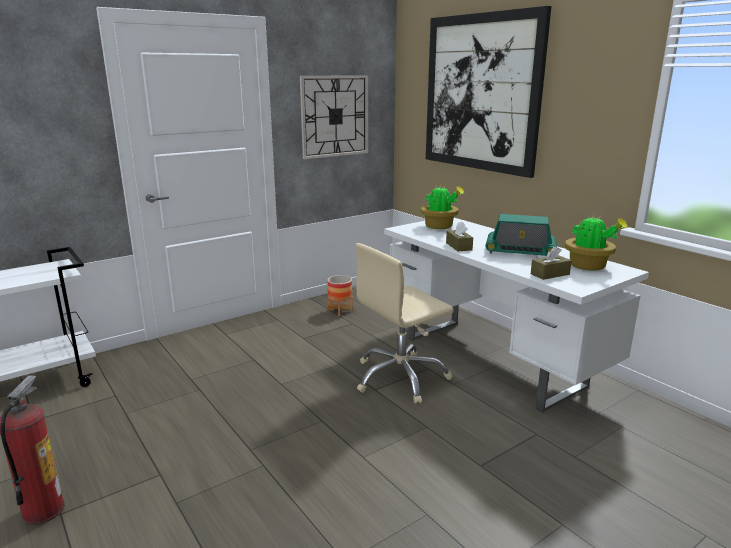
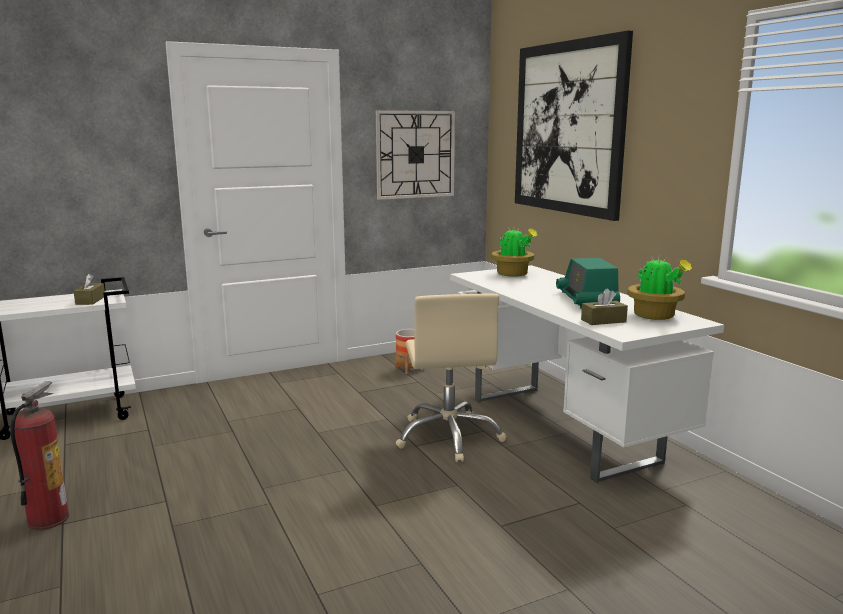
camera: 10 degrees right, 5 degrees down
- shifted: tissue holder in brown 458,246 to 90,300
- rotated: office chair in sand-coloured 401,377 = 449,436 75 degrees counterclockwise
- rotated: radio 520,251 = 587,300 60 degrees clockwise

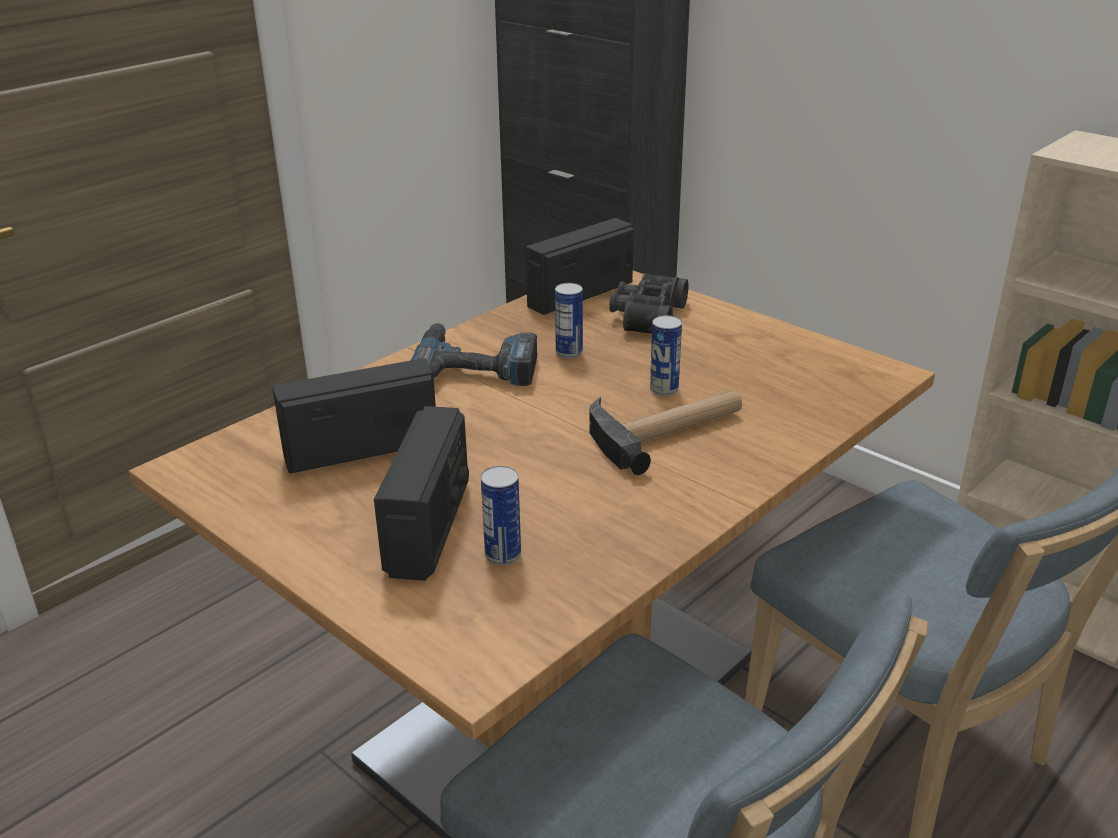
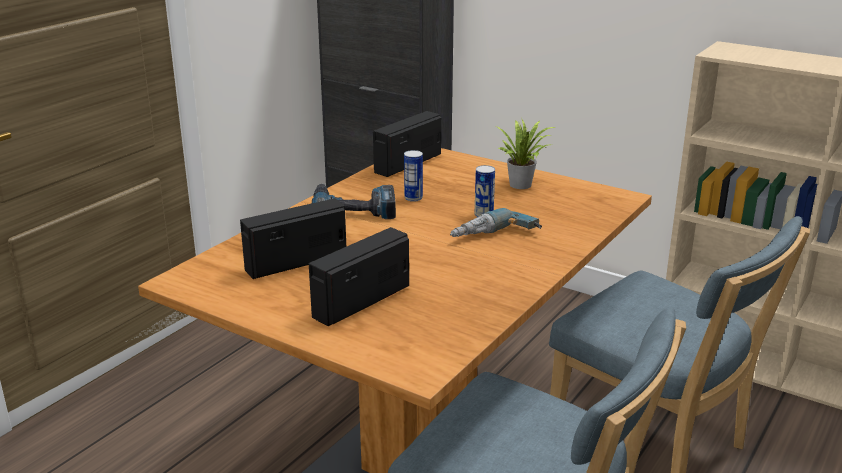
camera: 10 degrees left, 5 degrees down
- gone: can 503,554
- gone: pair of binoculars in black 645,316
- new: potted plant 522,184
- swapped: hammer 669,430 to drill 495,237
- rotated: radio 429,527 = 360,301 135 degrees counterclockwise

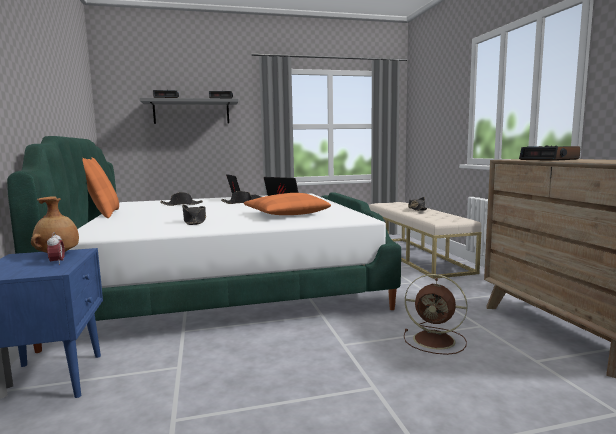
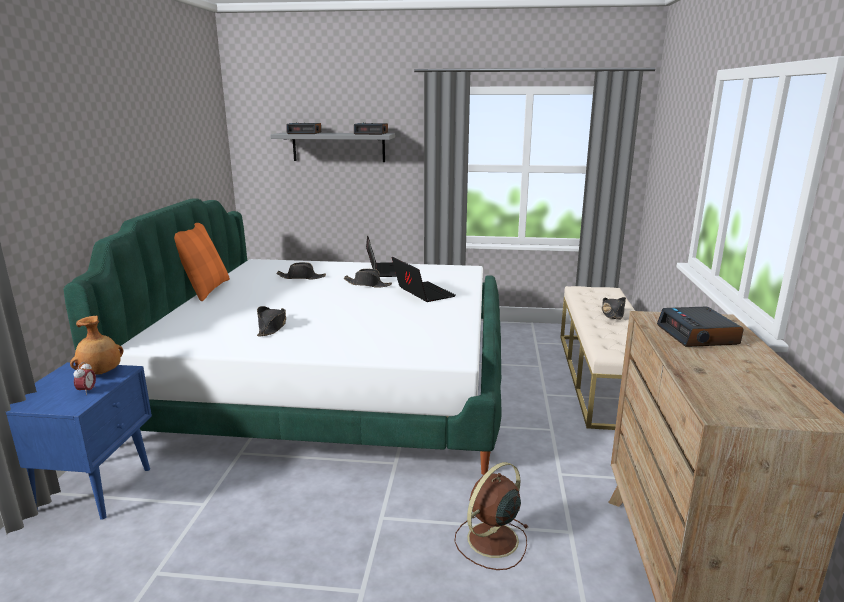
camera: 20 degrees right, 10 degrees up
- gone: cushion in orangey 286,214
- rotated: fan in brown 436,340 = 491,540 90 degrees clockwise

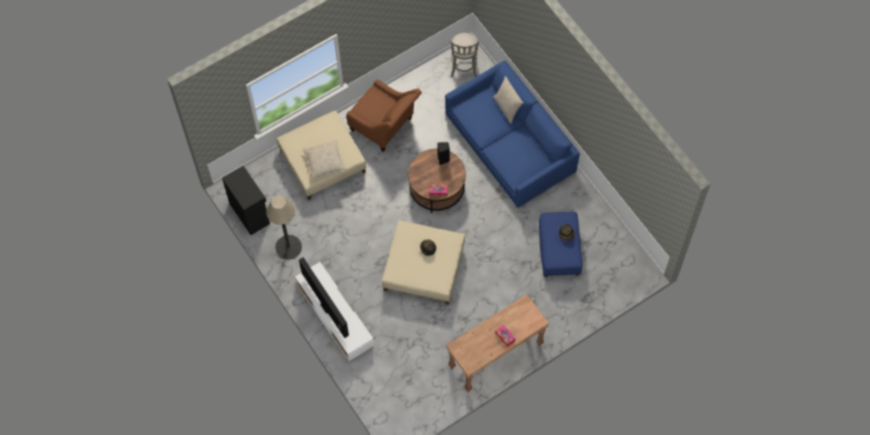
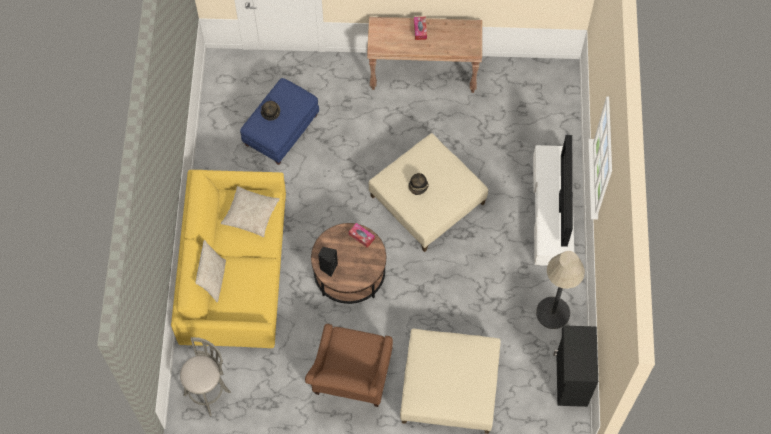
camera: 145 degrees left, 0 degrees up
- shifted: cushion in sand-coloured 324,161 to 250,214
- repainted: couch in bluish 510,144 to couch in yellow 233,269
- rotated: armchair in brown 385,127 = 351,380 150 degrees counterclockwise

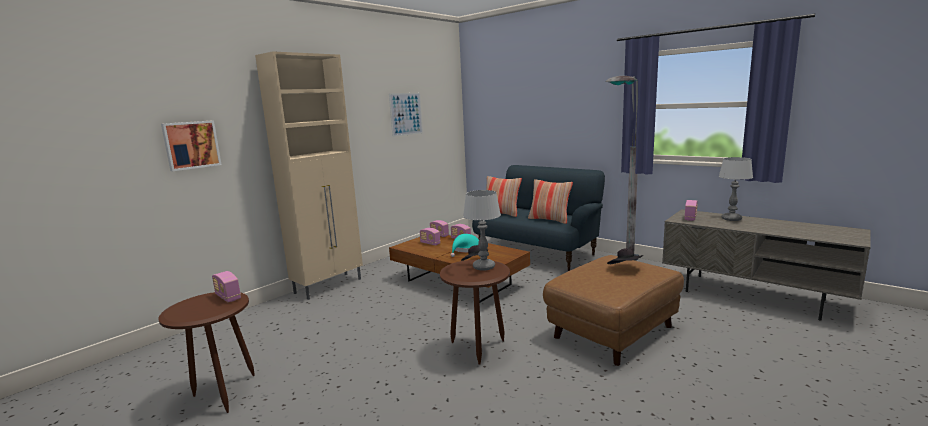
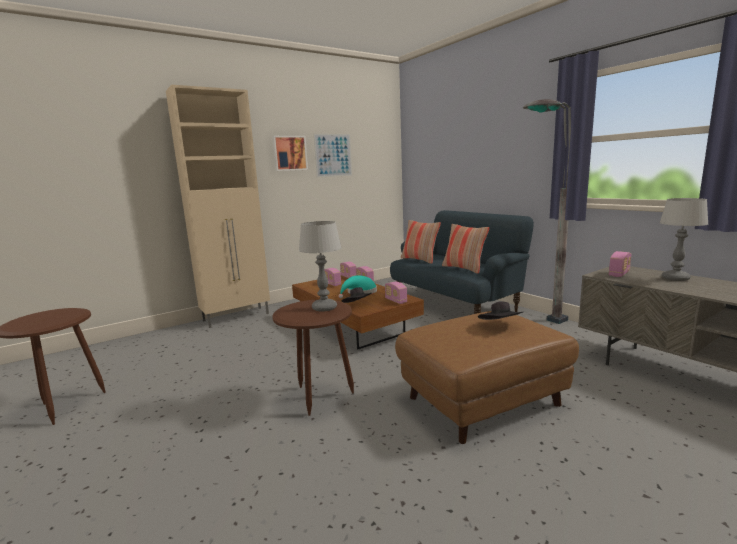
camera: 15 degrees right, 0 degrees up
- shifted: picture 191,145 to 289,153
- shifted: radio 228,297 to 396,301

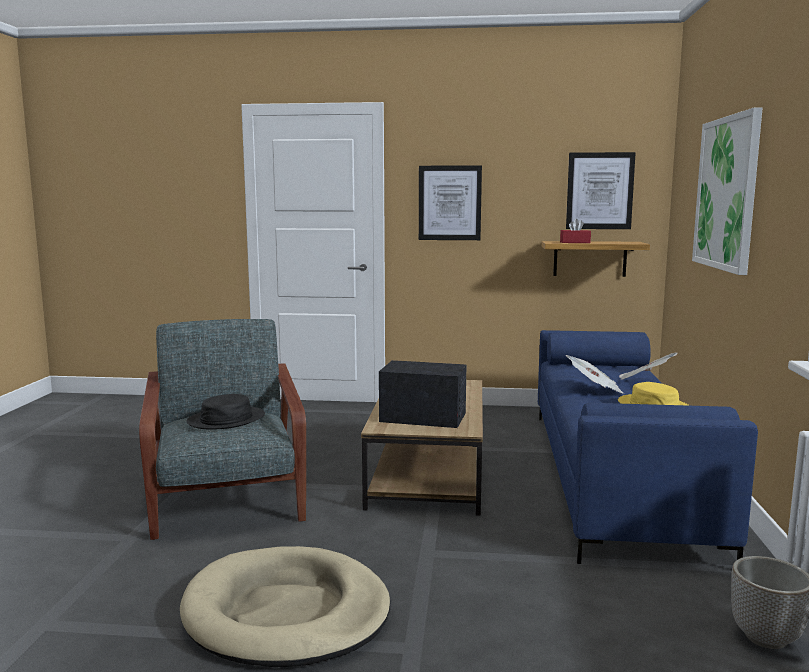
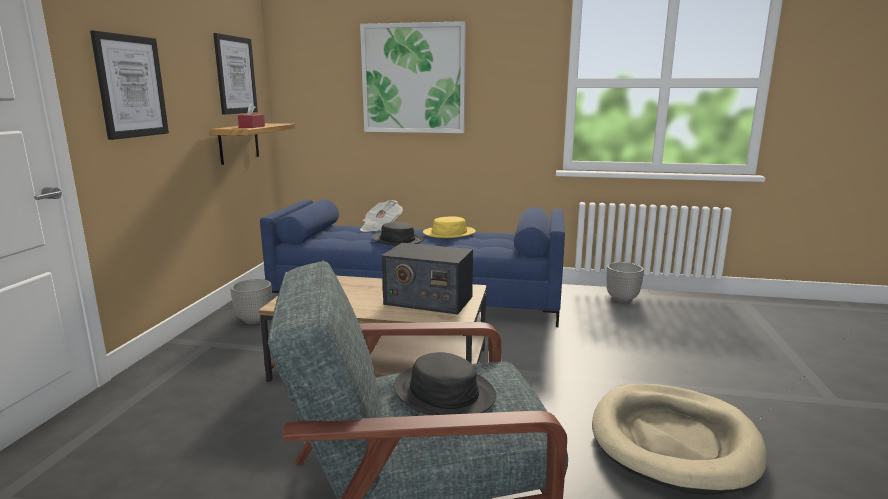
camera: 85 degrees left, 5 degrees up
- new: plant pot 254,320
- swapped: daily paper 594,389 to hat in black 398,240
- rotated: radio 423,417 = 428,300 90 degrees counterclockwise

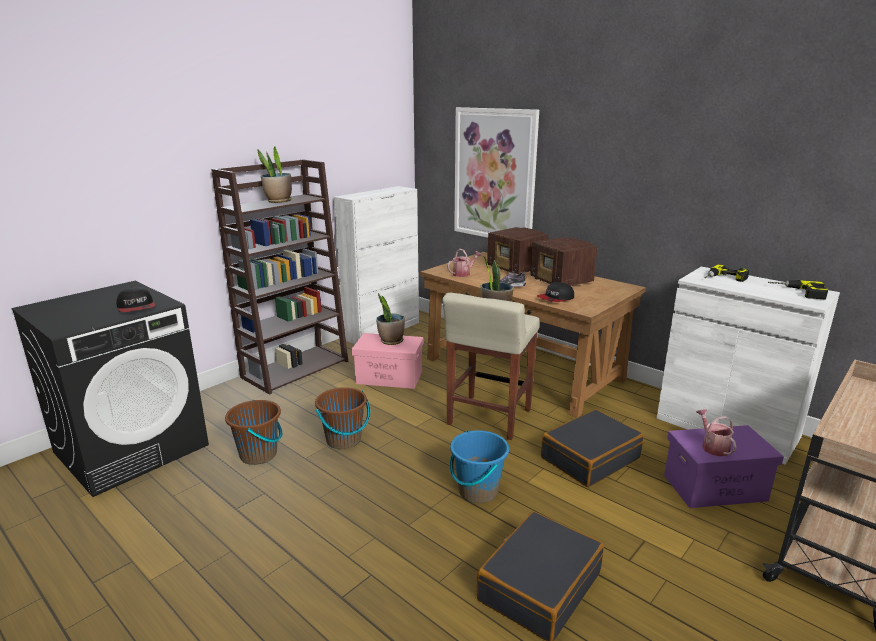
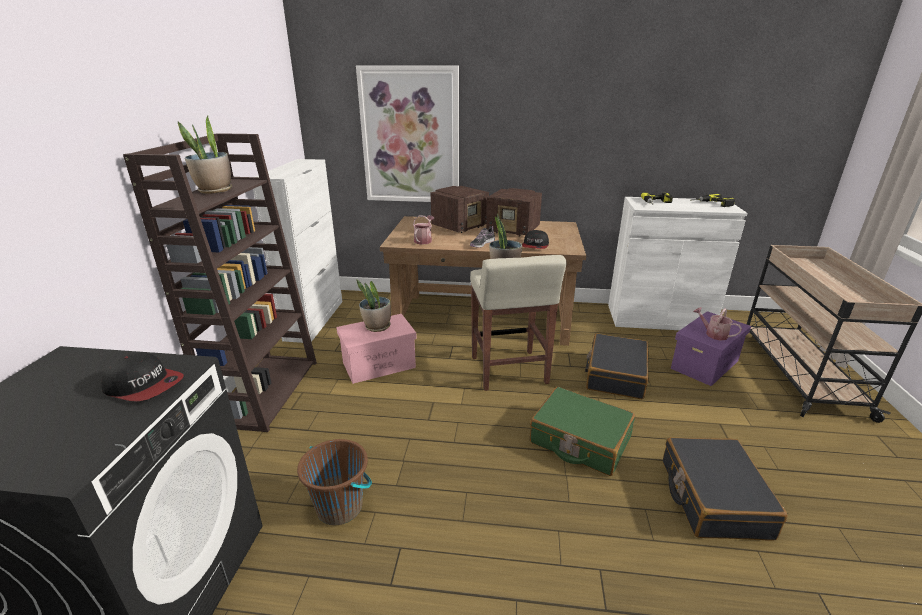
camera: 35 degrees left, 5 degrees up
- gone: water bucket in brown 344,440
- swapped: water bucket in bluish 477,491 to suitcase in green 579,440
- rotated: radio 516,269 = 460,226 60 degrees counterclockwise

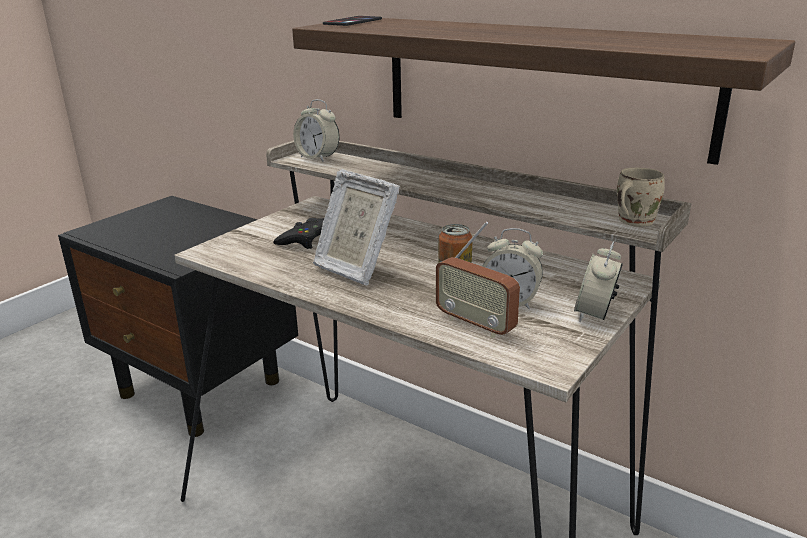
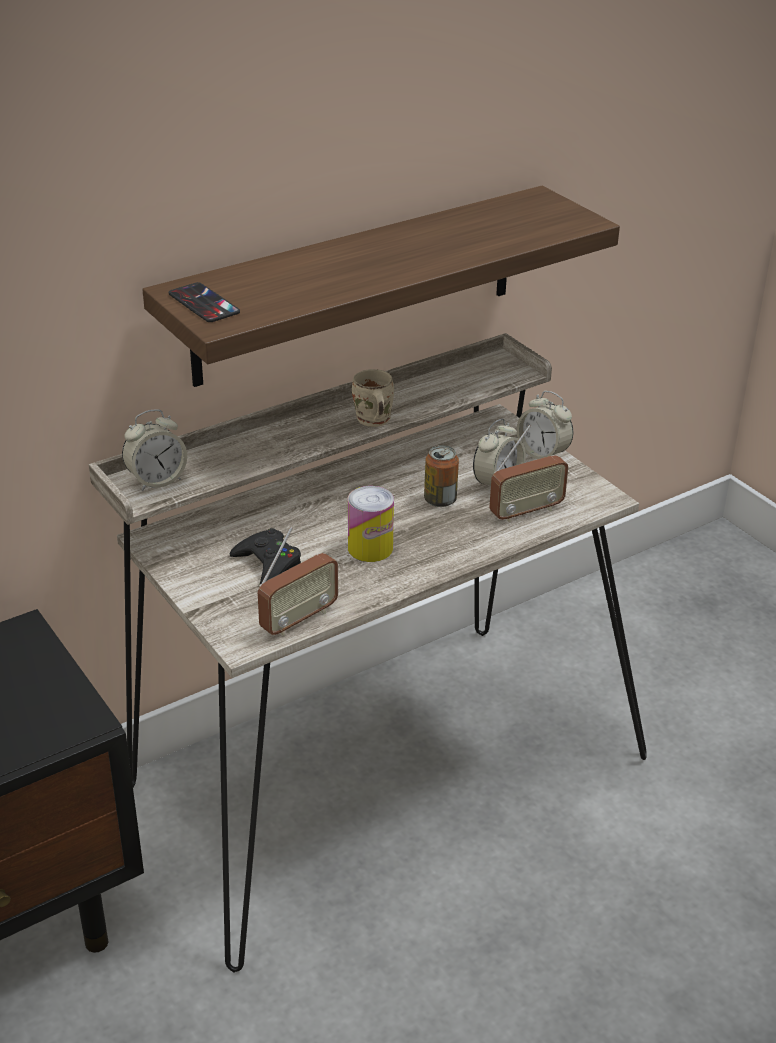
camera: 70 degrees left, 10 degrees up
- new: radio 298,619
- shifted: mug in sand-coloured 632,221 to 372,421
- swapped: picture frame 355,268 to can 370,548

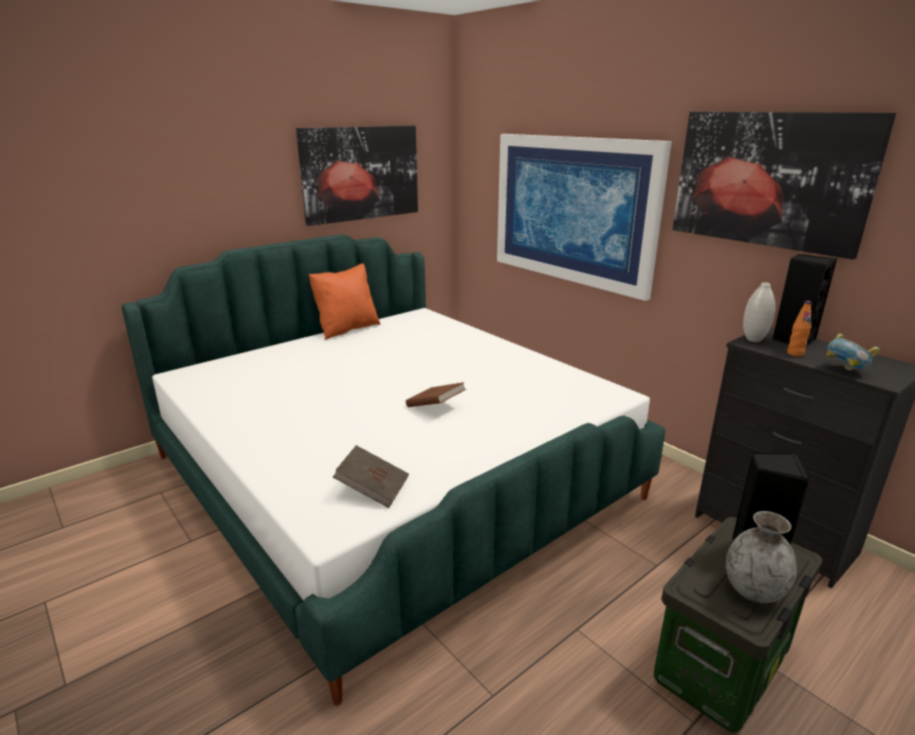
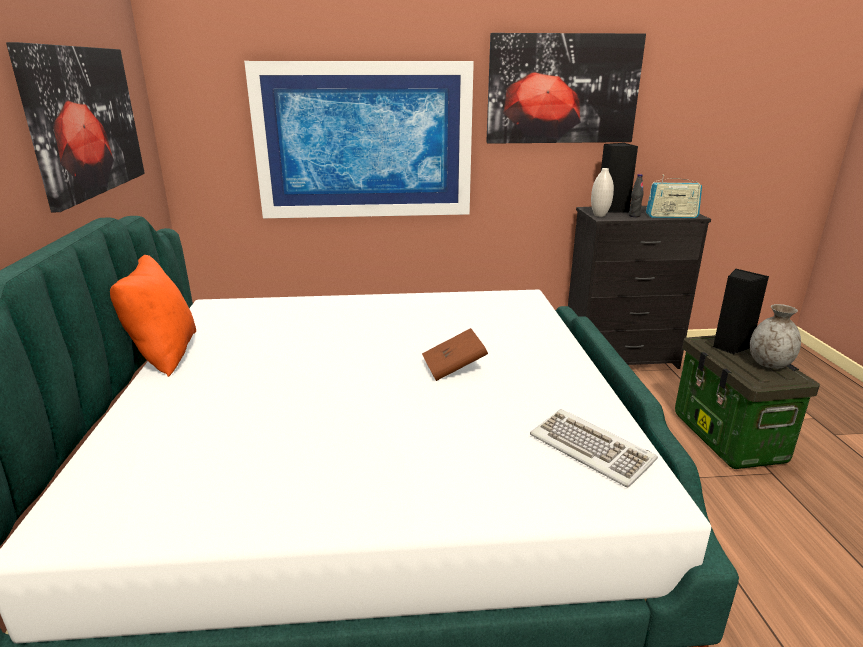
camera: 55 degrees left, 0 degrees up
- swapped: bound book in brown 373,489 to computer keyboard 591,449
- swapped: bowl 845,371 to radio 671,216
- repainted: drink bottle in orangey 795,354 to drink bottle in black 634,216

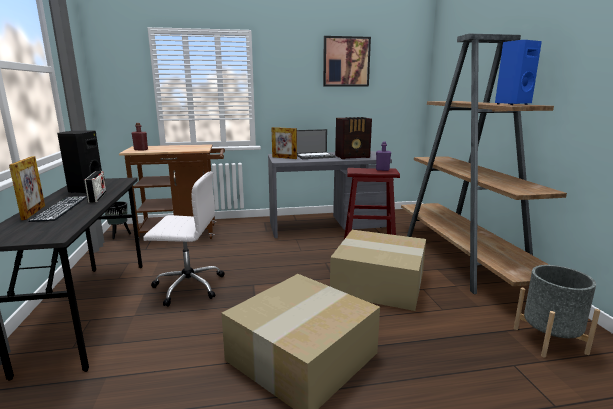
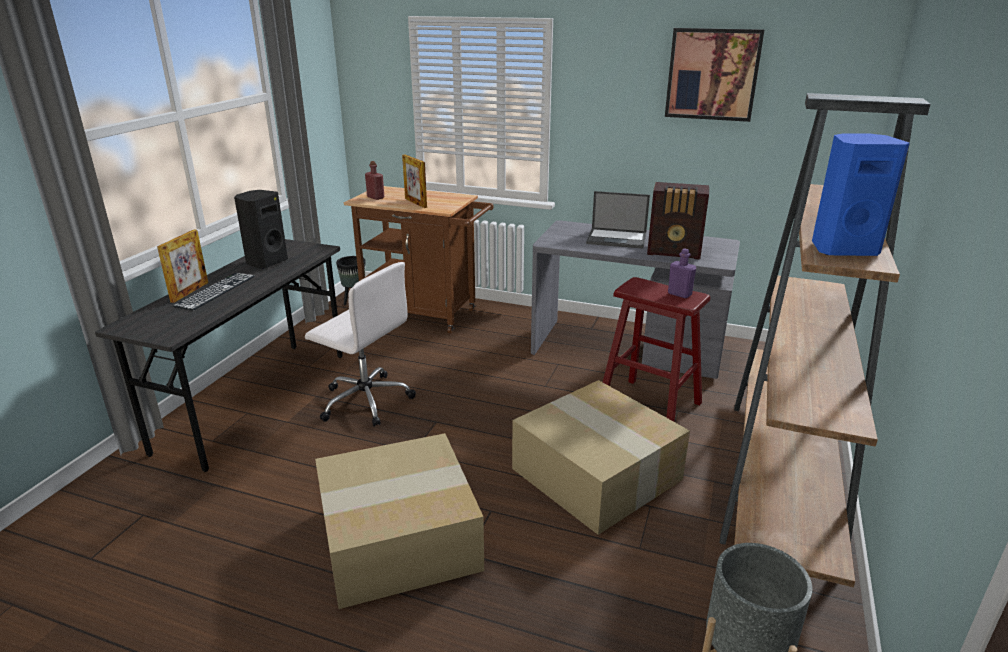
camera: 30 degrees right, 10 degrees up
- gone: radio 97,197
- shifted: picture frame 284,158 to 415,203

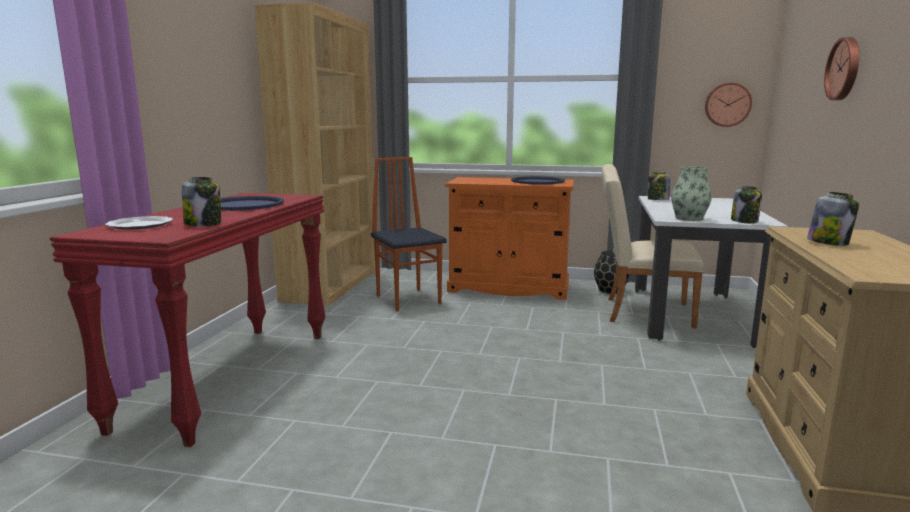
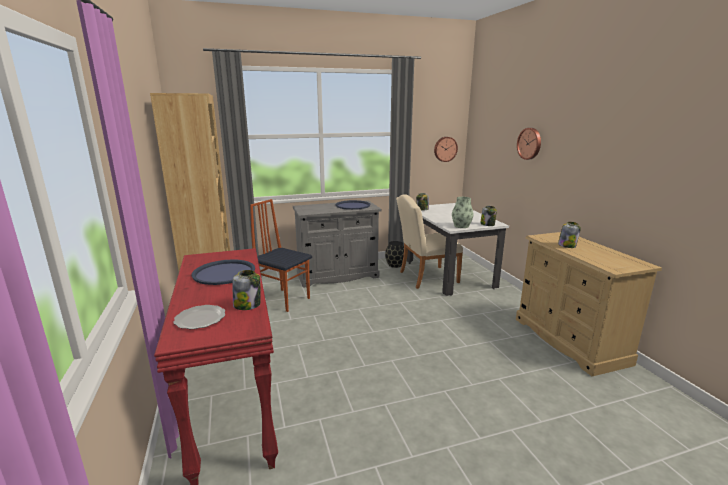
camera: 30 degrees left, 5 degrees up
- repainted: cupboard in orangey 509,287 to cupboard in greyish 337,275

